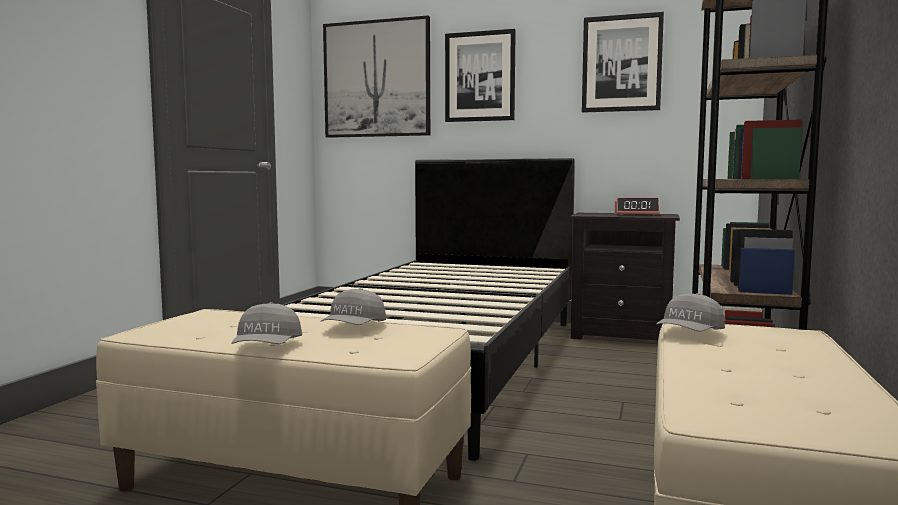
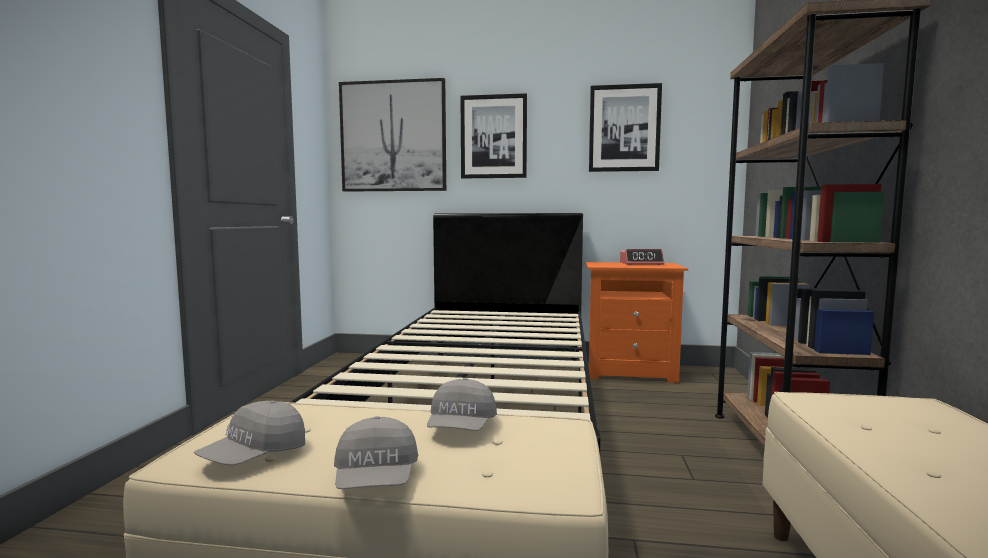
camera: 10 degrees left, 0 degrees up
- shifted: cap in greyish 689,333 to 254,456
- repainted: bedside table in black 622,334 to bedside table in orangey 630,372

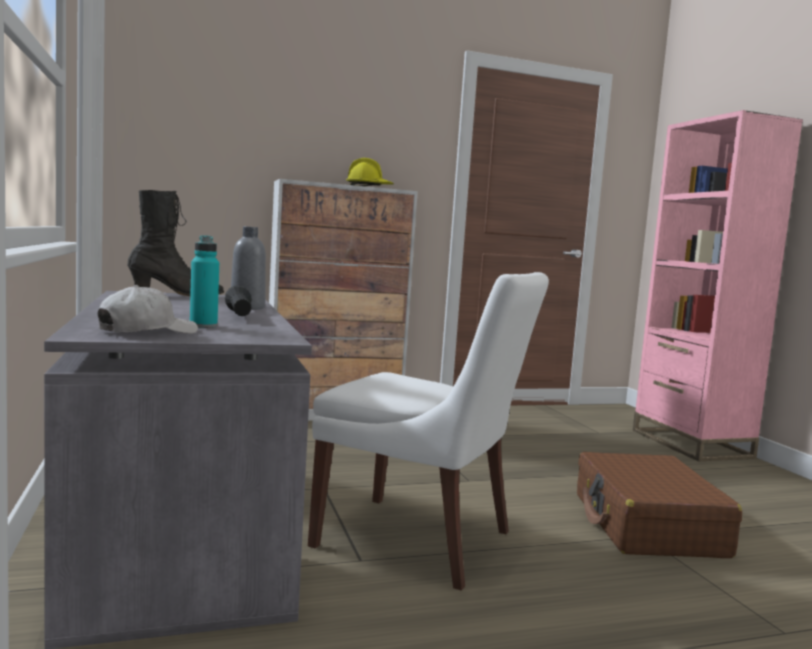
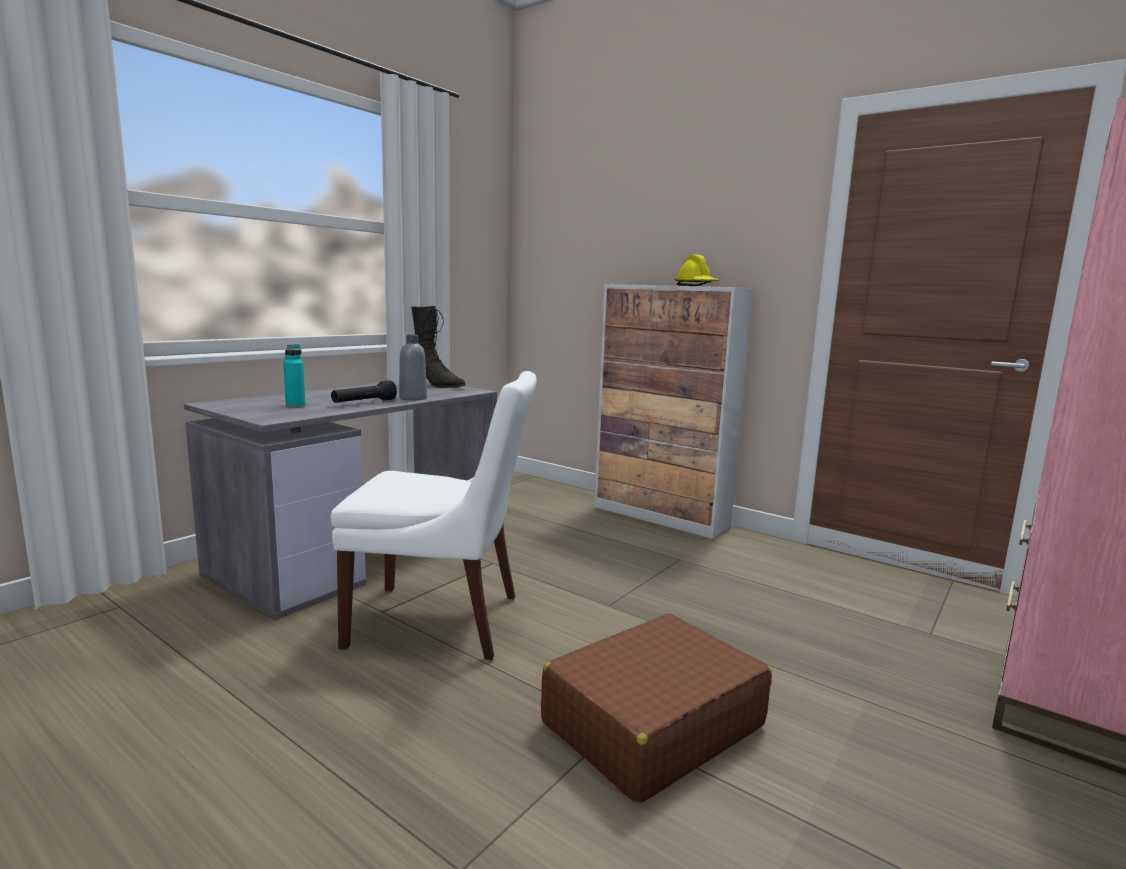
camera: 55 degrees right, 5 degrees up
- gone: cap in white-coloured 147,331
- rotated: upright chair in white-coloured 420,541 = 441,621 75 degrees counterclockwise

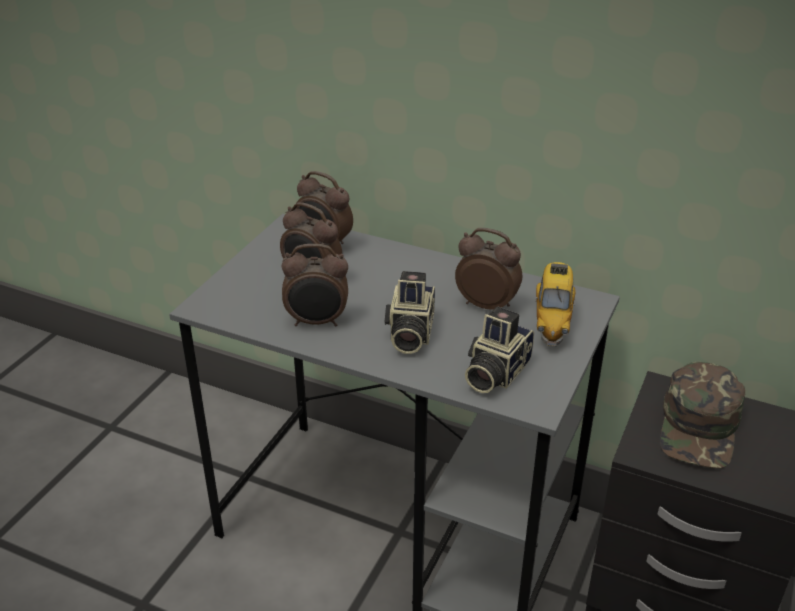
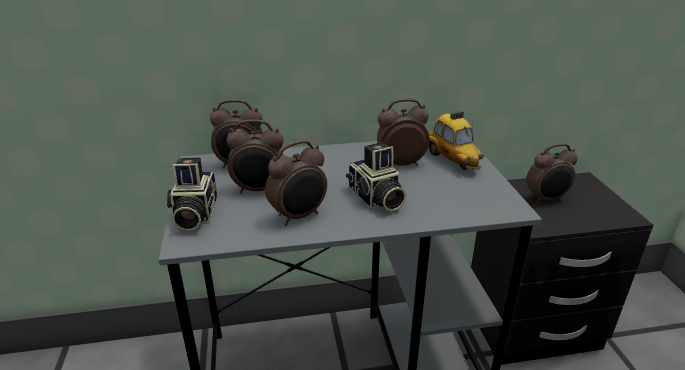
camera: 35 degrees left, 5 degrees down
- shifted: photo camera 494,372 to 193,214
- swapped: cap in green 700,426 to table clock 546,199

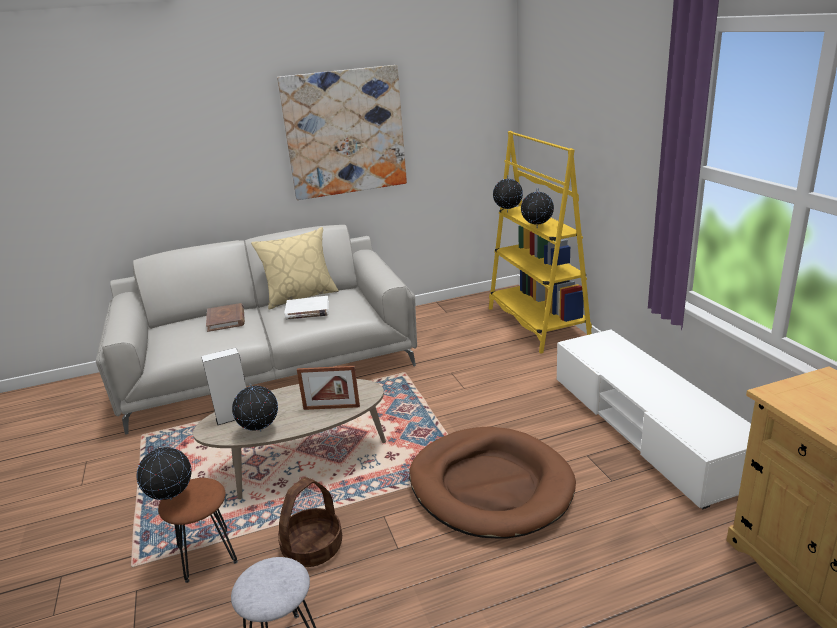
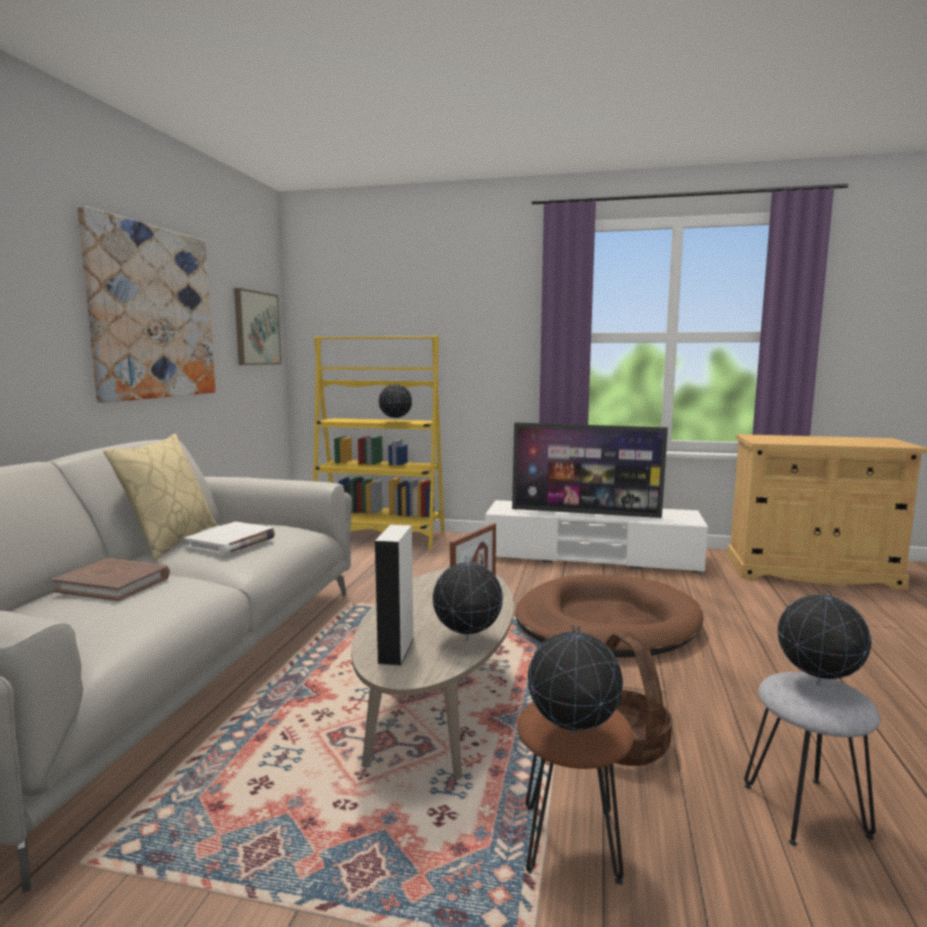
camera: 60 degrees left, 15 degrees down
- new: picture 256,328
- new: TV 585,513
- shifted: globe 508,212 to 817,684

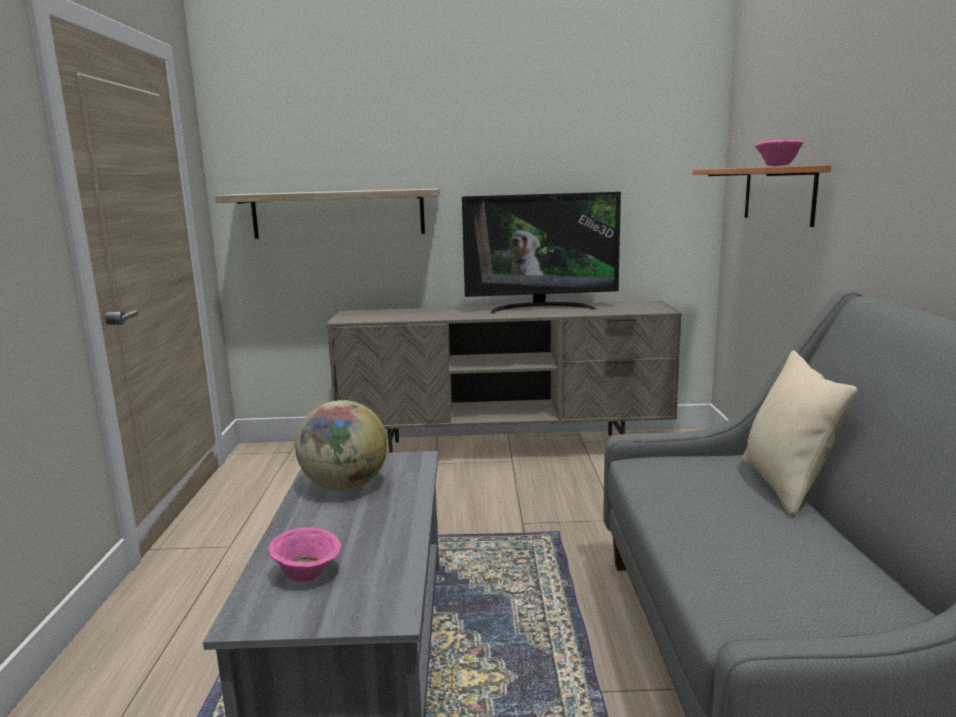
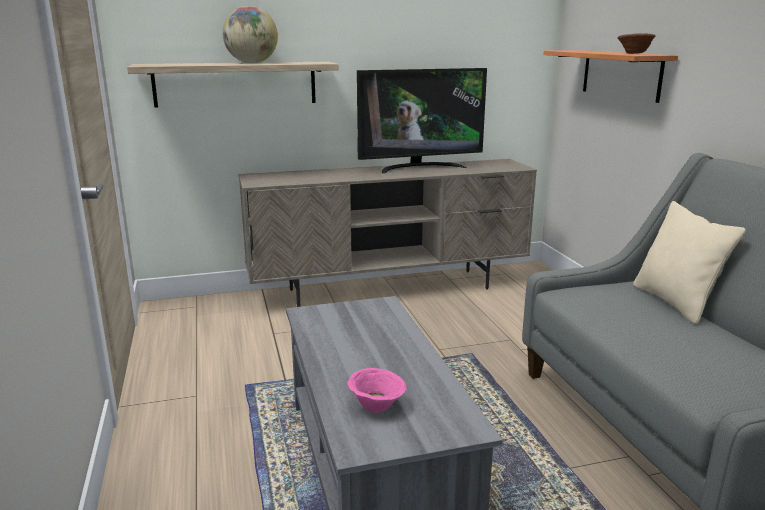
camera: 15 degrees left, 5 degrees up
- shifted: globe 345,486 to 252,63
- repainted: bowl in pink 776,166 to bowl in brown 634,54

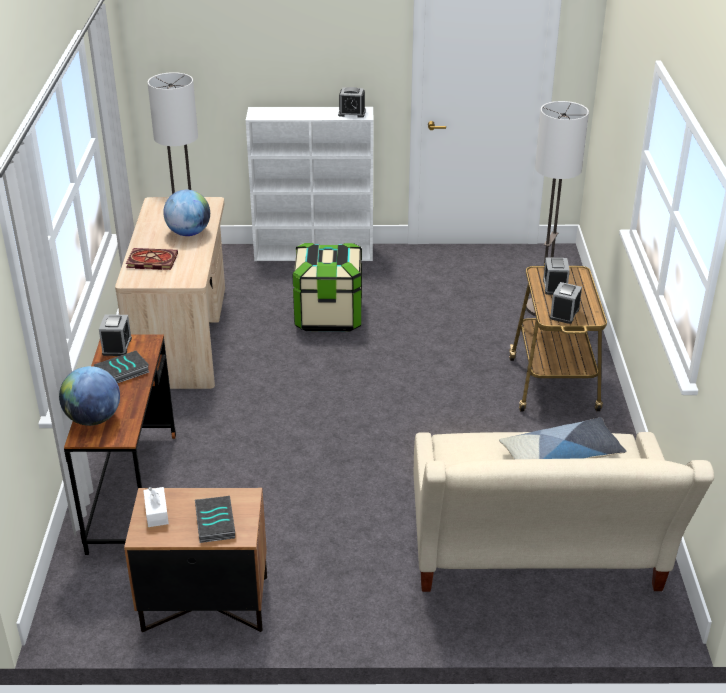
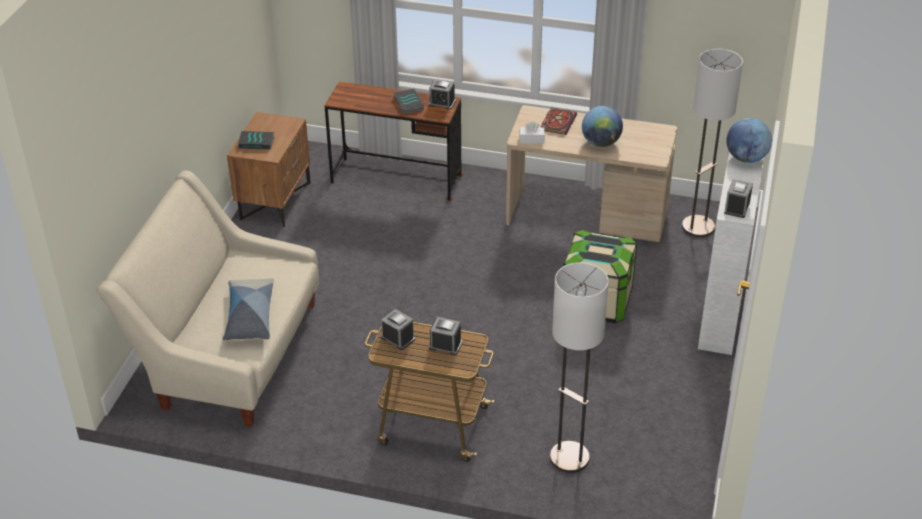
camera: 105 degrees right, 5 degrees up
- shifted: globe 93,419 to 746,158
- shifted: tissue holder in white-coloured 156,513 to 532,139

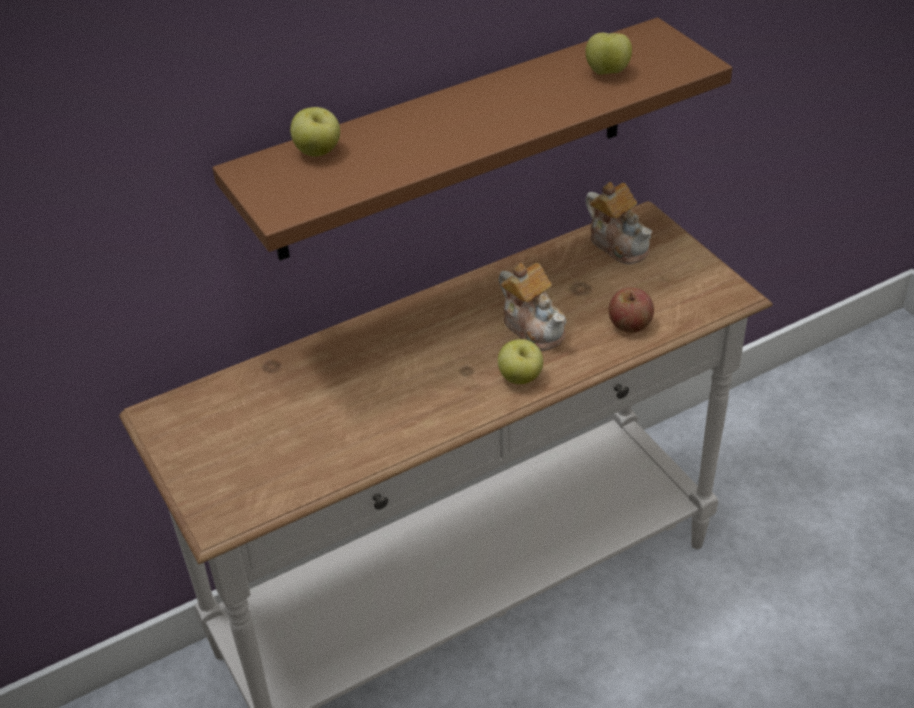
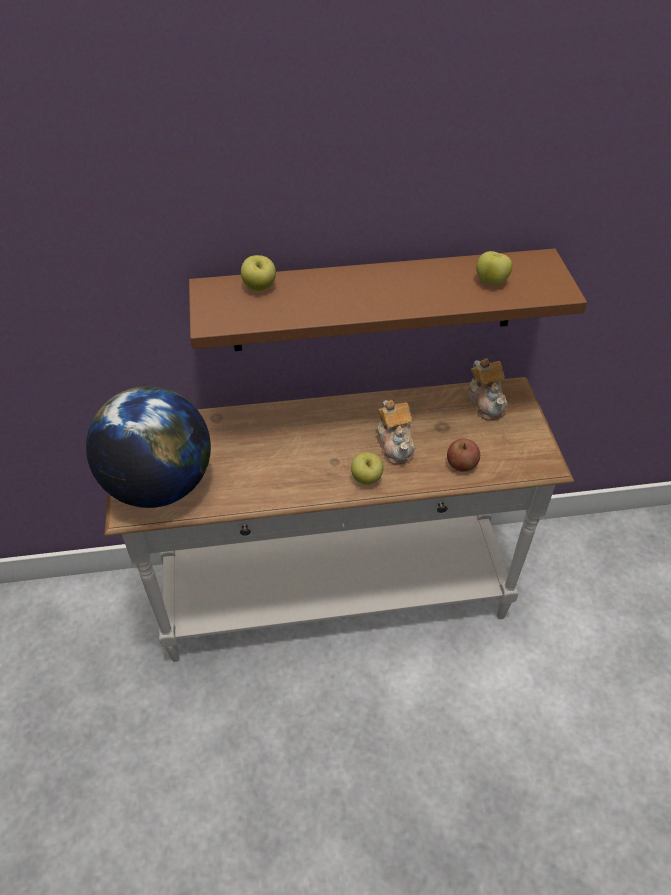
camera: 20 degrees right, 5 degrees up
- new: globe 160,485

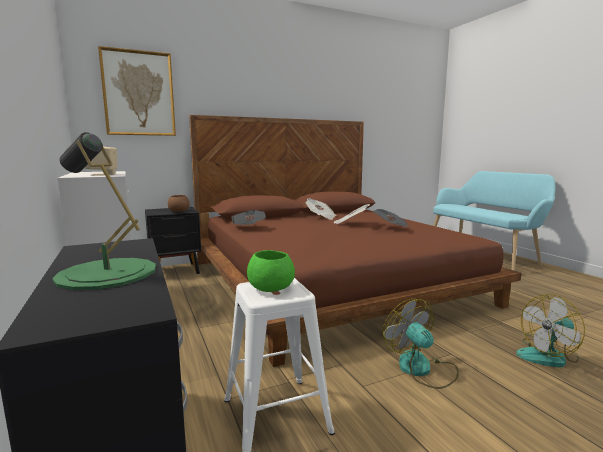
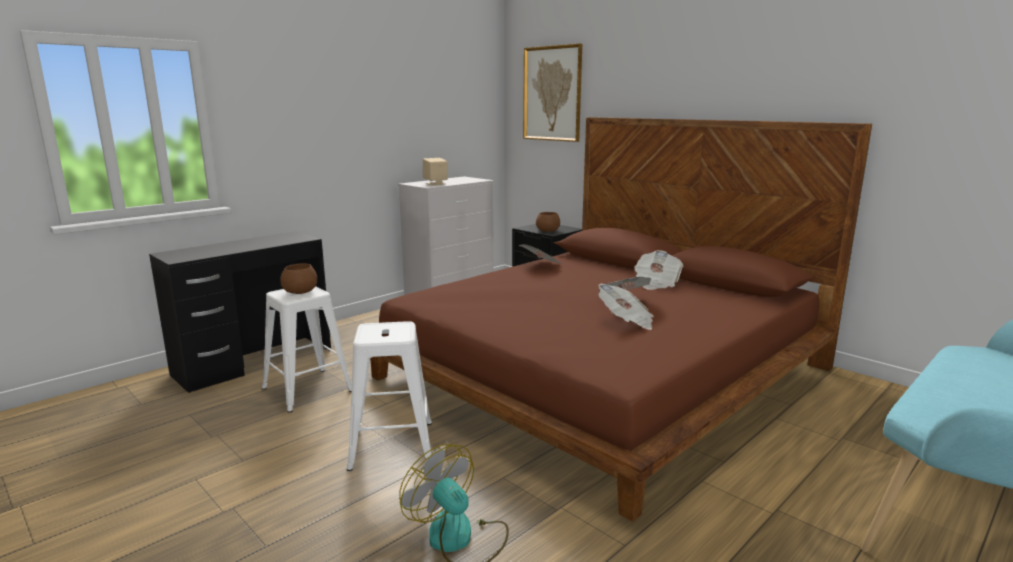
camera: 70 degrees right, 5 degrees up
- gone: tabletop lamp in green 106,273
- swapped: fan 421,369 to stool seat in white-coloured 391,444
- repainted: bowl in green 270,287 to bowl in brown 300,291

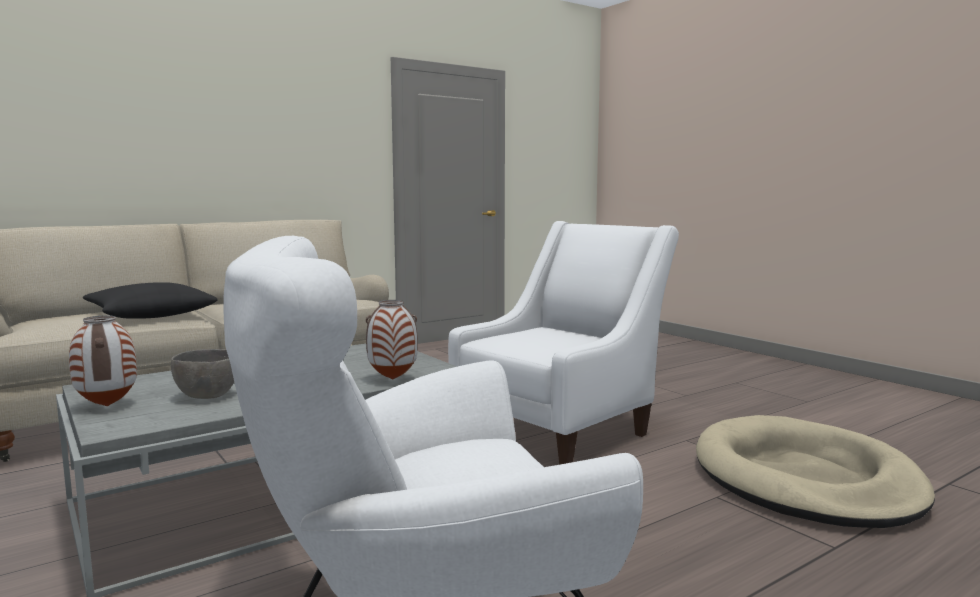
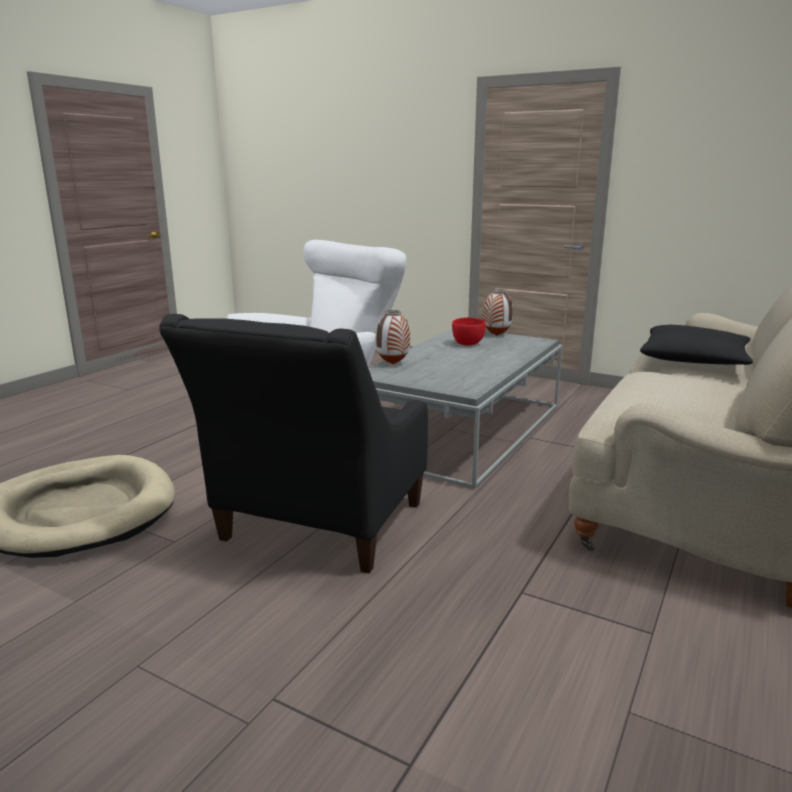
camera: 155 degrees right, 10 degrees up
- repainted: bowl in greyish 206,396 to bowl in red 468,344
- repainted: armchair in white-coloured 561,428 to armchair in black 316,529

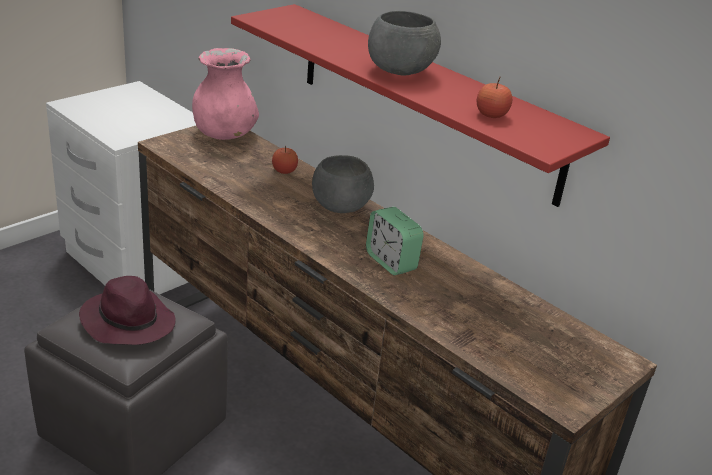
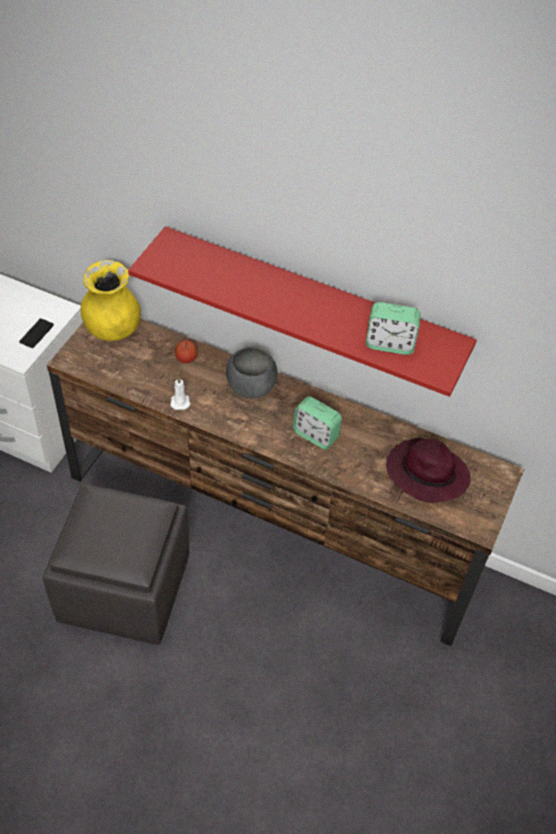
camera: 20 degrees left, 20 degrees up
- gone: bowl in greyish 401,72
- new: telephone 36,333
- new: wax candle in white-coloured 180,401
- shifted: hat in purple 127,321 to 425,474
- swapped: apple fruit 491,115 to table clock 390,344
- repainted: decorative vase in pink 224,135 to decorative vase in yellow 112,329

